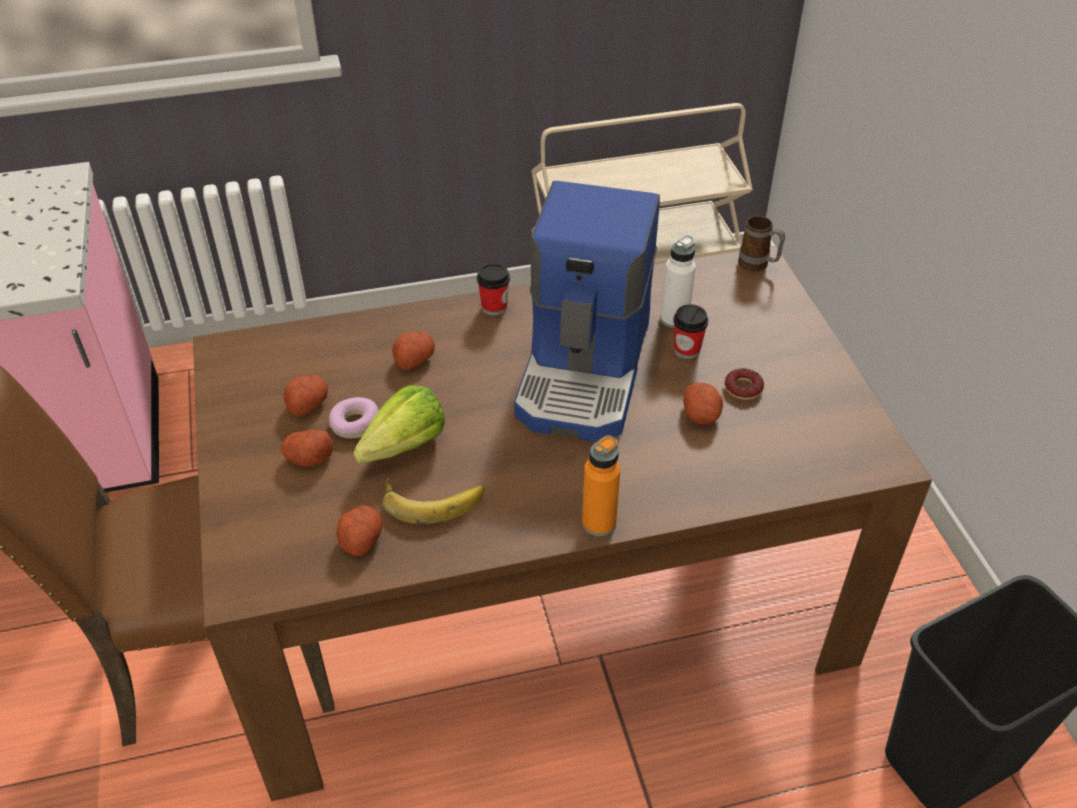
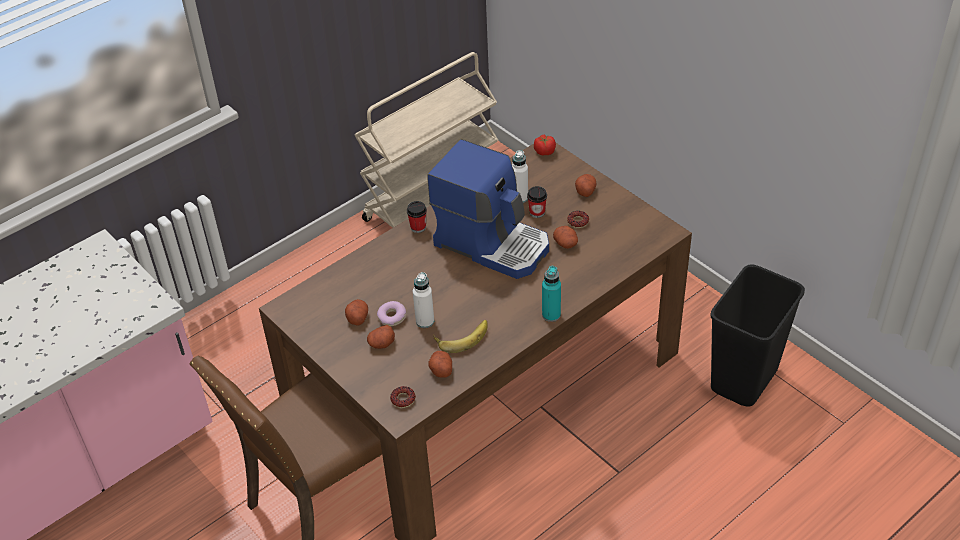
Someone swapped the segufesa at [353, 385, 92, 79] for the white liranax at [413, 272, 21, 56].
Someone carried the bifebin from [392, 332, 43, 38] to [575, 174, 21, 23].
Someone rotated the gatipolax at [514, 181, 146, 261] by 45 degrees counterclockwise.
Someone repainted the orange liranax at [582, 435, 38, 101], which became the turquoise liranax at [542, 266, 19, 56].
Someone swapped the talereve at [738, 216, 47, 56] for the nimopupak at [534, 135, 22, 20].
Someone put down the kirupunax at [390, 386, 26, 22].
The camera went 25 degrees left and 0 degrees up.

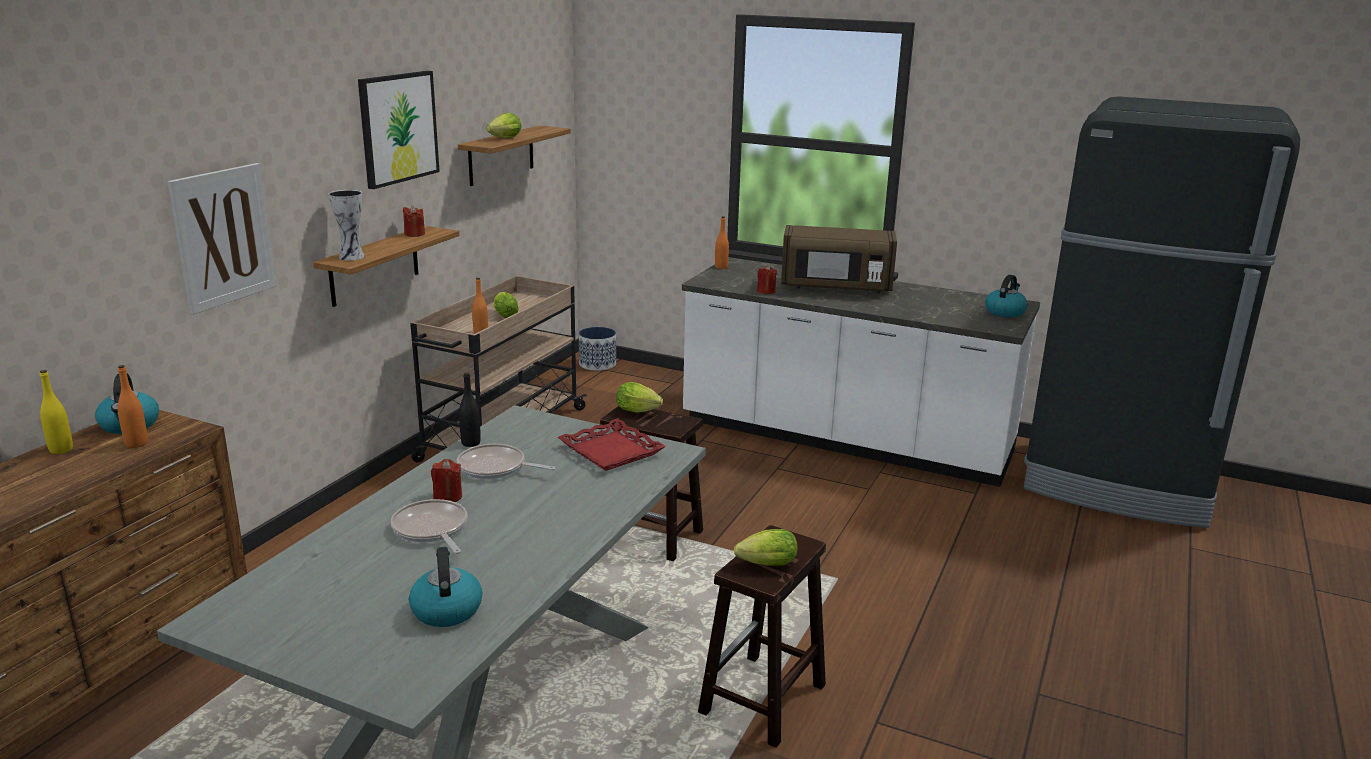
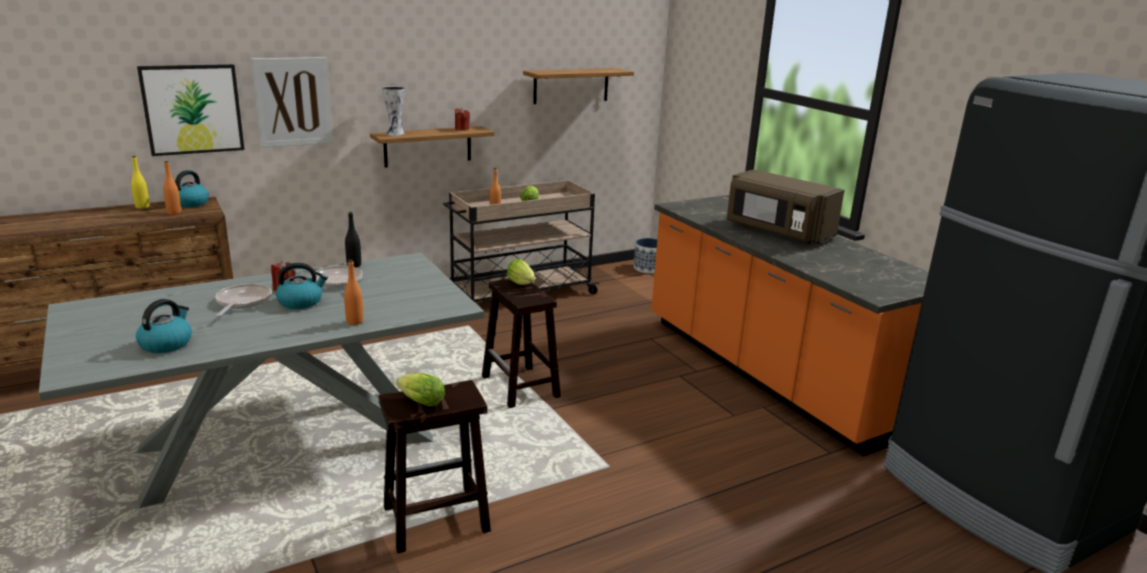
Someone carried the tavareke from [358, 71, 82, 118] to [137, 64, 108, 92].
Someone took away the segufesa at [487, 113, 35, 25].
Someone took away the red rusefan at [558, 418, 108, 53].
Someone repainted the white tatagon at [682, 257, 358, 230], which became the orange tatagon at [651, 195, 278, 261].
Someone carried the orange liranax from [715, 216, 14, 53] to [344, 260, 19, 65].
Someone took away the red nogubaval at [757, 265, 20, 29].
Someone carried the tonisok from [985, 275, 43, 43] to [276, 263, 52, 46].
The camera went 35 degrees right and 0 degrees up.

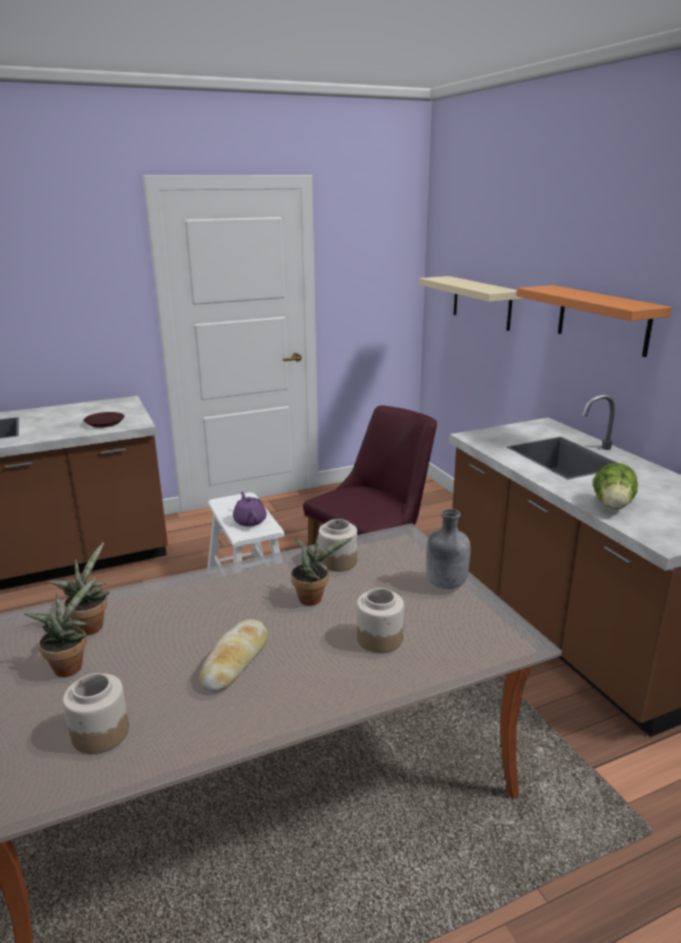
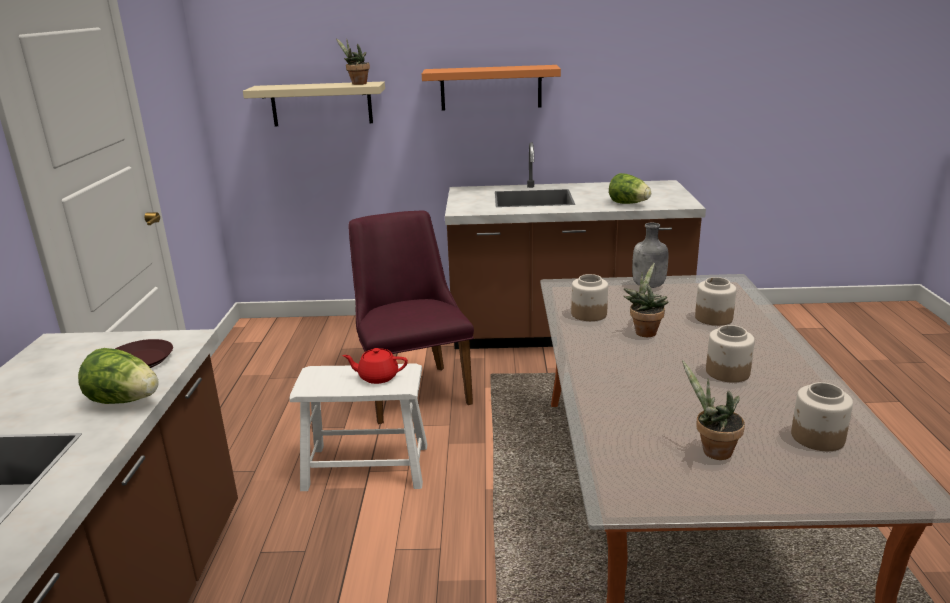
Someone carried the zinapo from [47, 542, 62, 93] to [336, 38, 34, 47].
Someone swapped the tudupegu at [199, 619, 69, 73] for the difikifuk at [706, 325, 49, 58].
Someone repainted the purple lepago at [233, 492, 34, 34], which became the red lepago at [342, 348, 66, 36].
Someone put down the segufesa at [78, 348, 81, 56].
The camera went 65 degrees left and 0 degrees up.

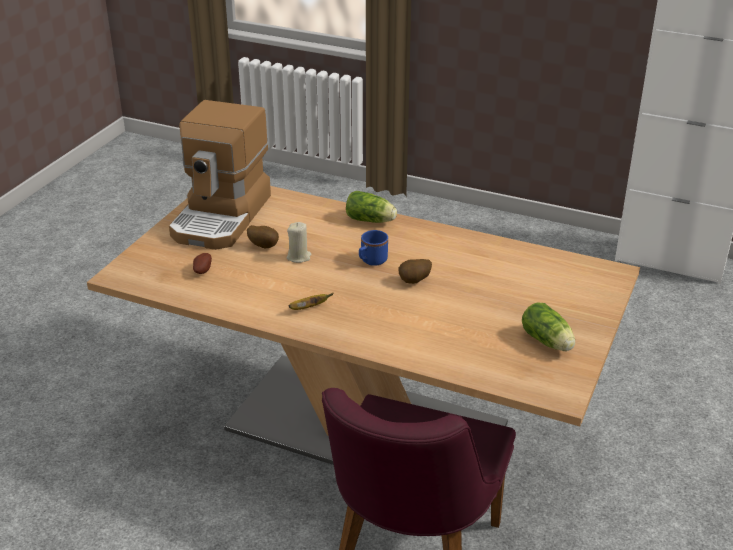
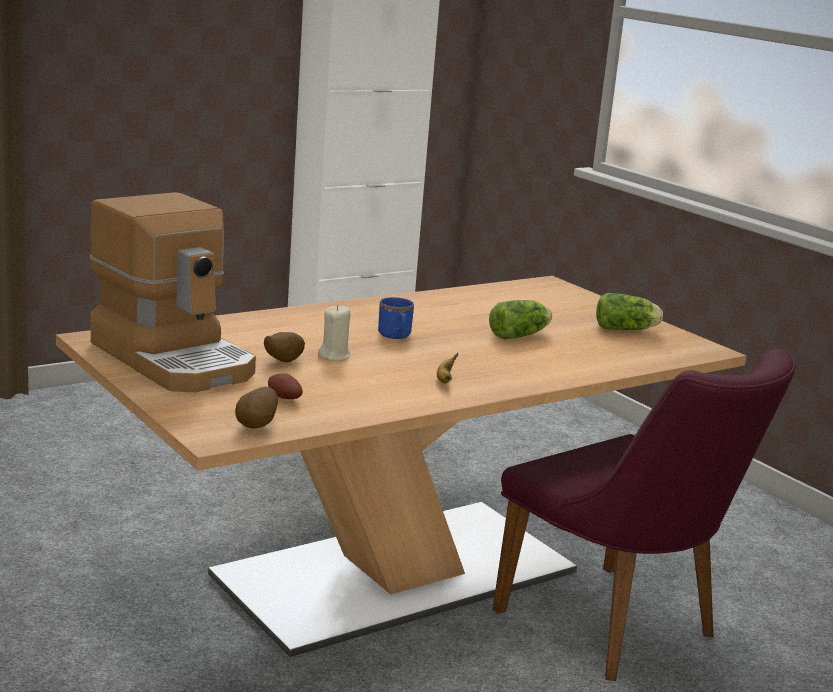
Someone carried the segufesa from [346, 191, 51, 32] to [489, 300, 63, 39].
Someone carried the bifebin from [398, 259, 34, 25] to [235, 387, 43, 42].
The camera went 60 degrees left and 15 degrees down.

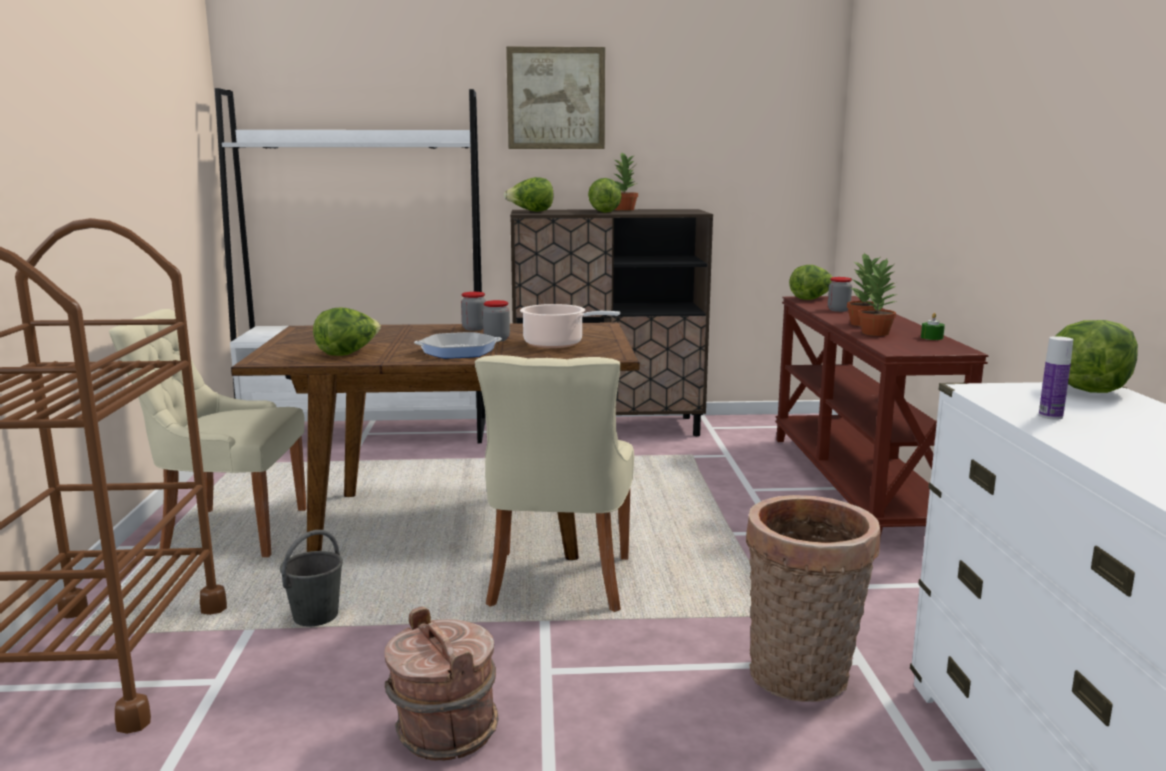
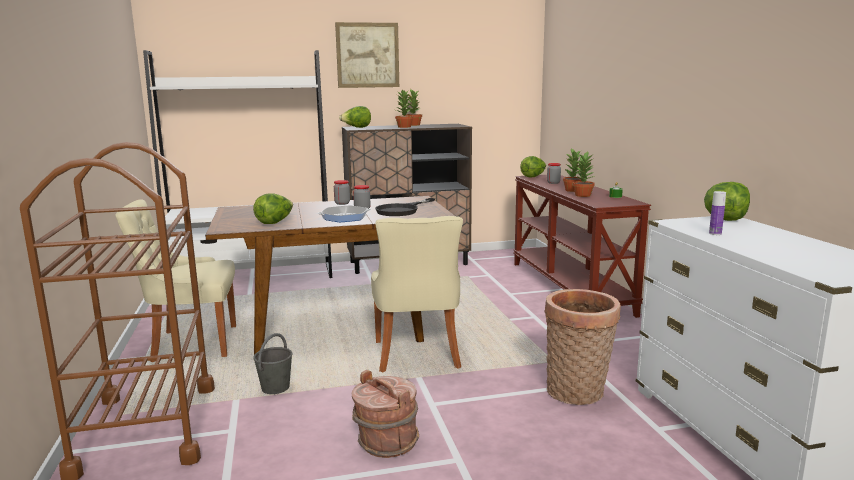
Someone swapped the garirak at [520, 304, 100, 44] for the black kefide at [375, 198, 60, 18].
Someone swapped the segufesa at [588, 178, 34, 35] for the zinapo at [395, 89, 18, 39].
The camera went 10 degrees left and 0 degrees up.

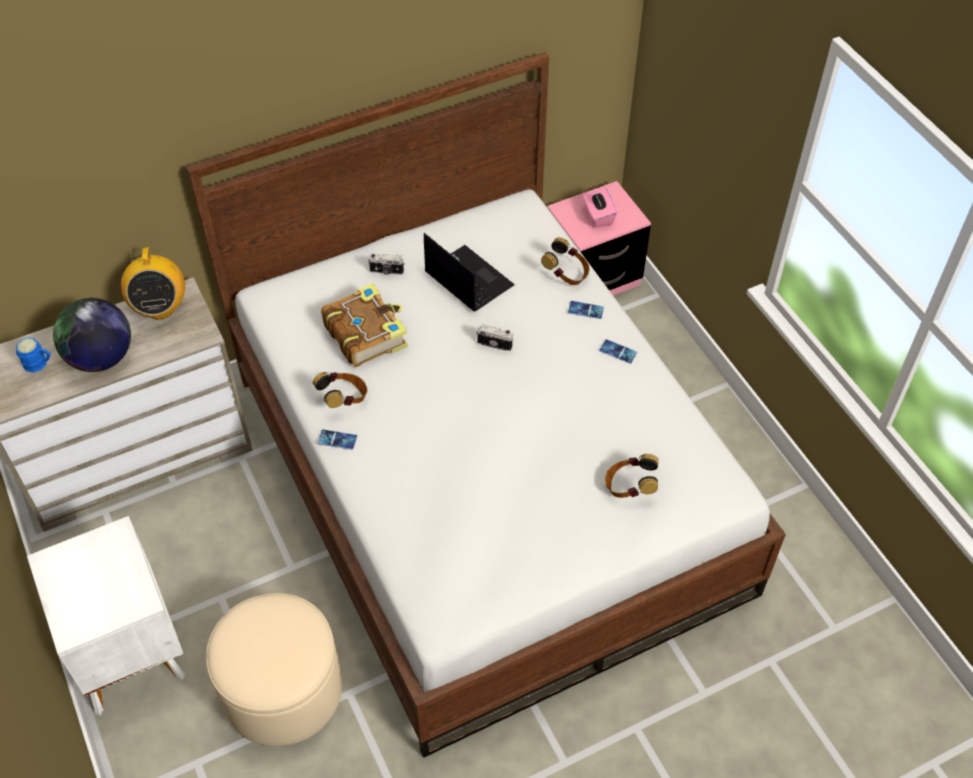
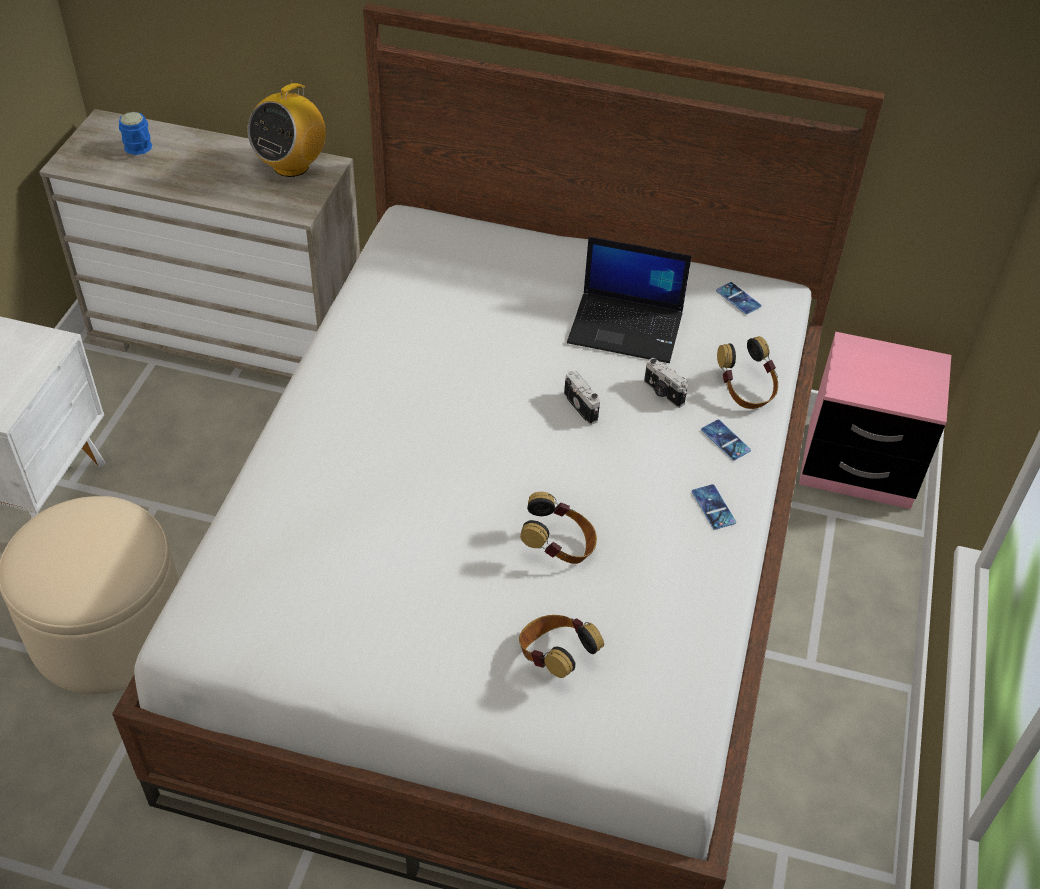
Someone took away the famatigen at [53, 298, 78, 74].
Someone carried the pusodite from [313, 372, 54, 36] to [520, 492, 77, 72].
Someone carried the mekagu from [318, 429, 39, 21] to [716, 282, 46, 32].
Someone took away the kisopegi at [321, 283, 87, 84].
Someone carried the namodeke from [368, 254, 36, 21] to [644, 358, 44, 50].
Someone rotated the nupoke at [424, 233, 91, 78] by 105 degrees clockwise.
Someone took away the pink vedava at [583, 186, 34, 41].
The camera went 40 degrees right and 5 degrees down.

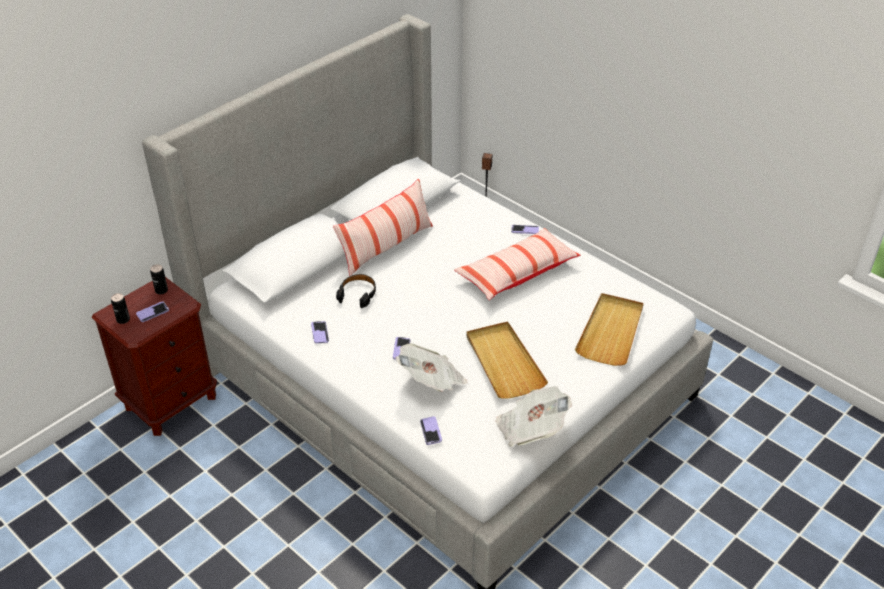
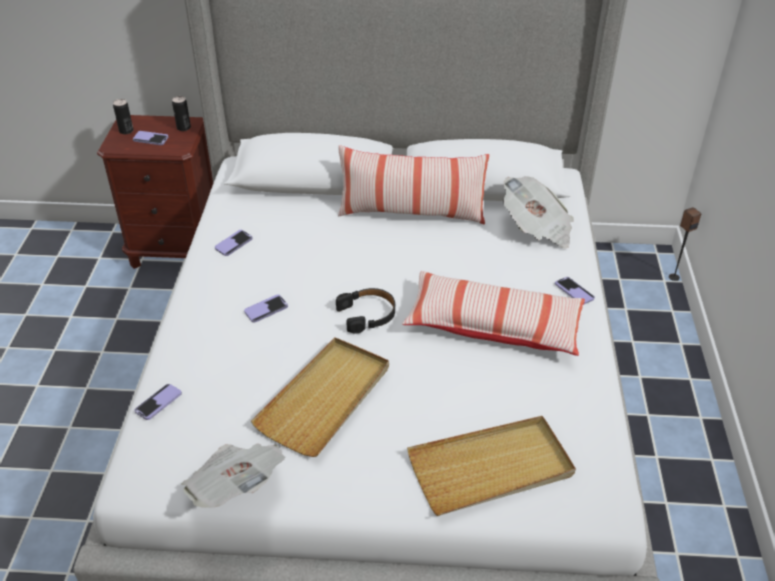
Someone carried the black pusodite from [336, 274, 40, 34] to [336, 288, 59, 46].
Someone carried the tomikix from [396, 343, 71, 48] to [503, 176, 71, 72].
The camera went 50 degrees right and 0 degrees up.

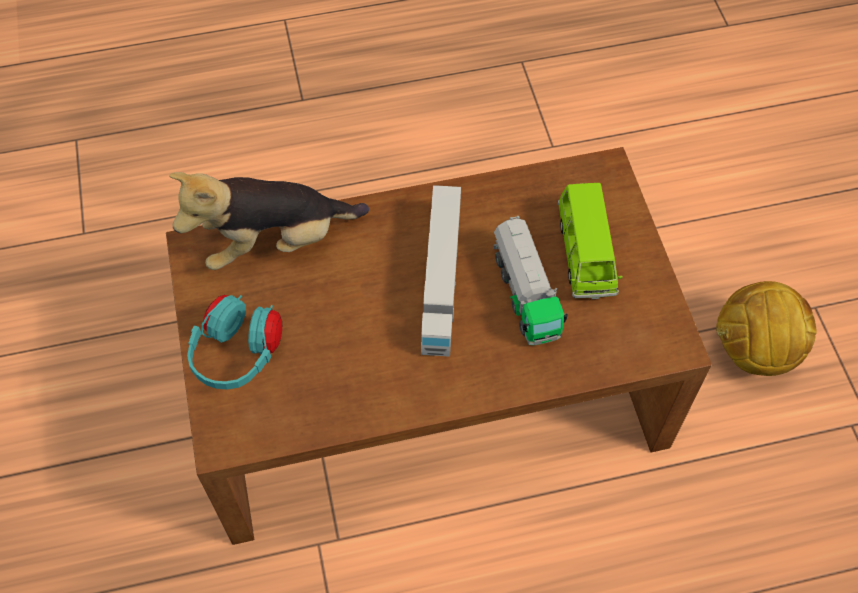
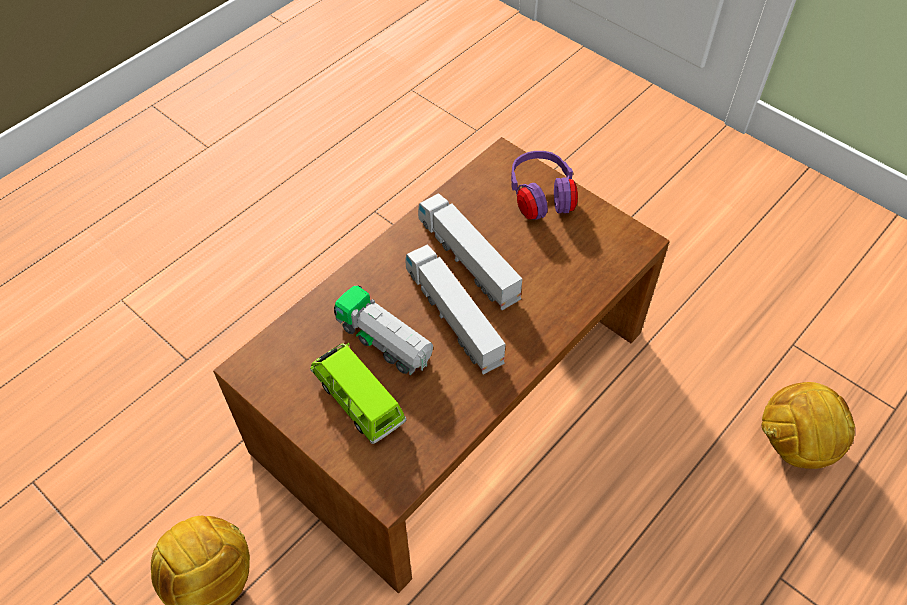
Someone took away the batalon at [169, 172, 200, 98].
Someone repainted the turquoise pusodite at [187, 295, 95, 95], which became the purple pusodite at [511, 151, 67, 69].
Someone put down the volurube at [418, 193, 104, 117].
Someone put down the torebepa at [762, 382, 93, 87].
The camera went 145 degrees right and 5 degrees down.

